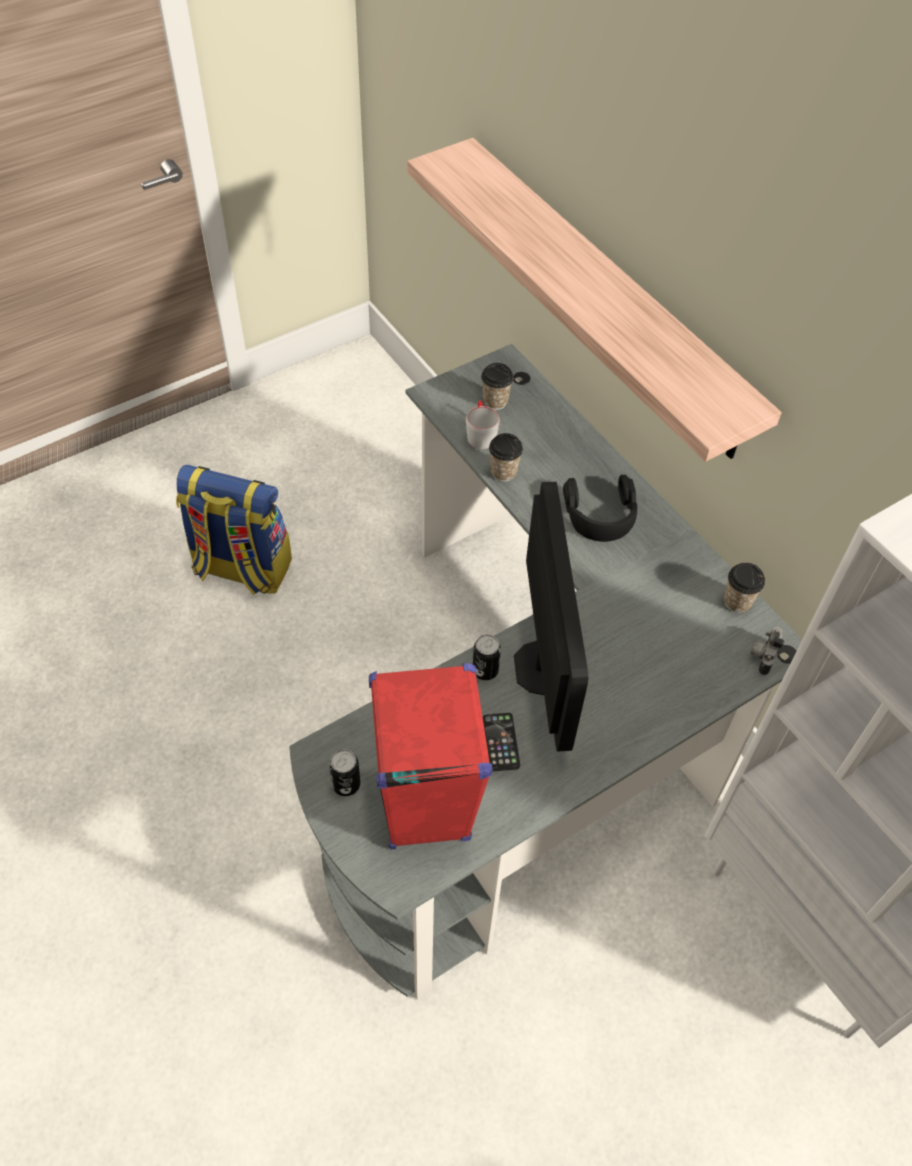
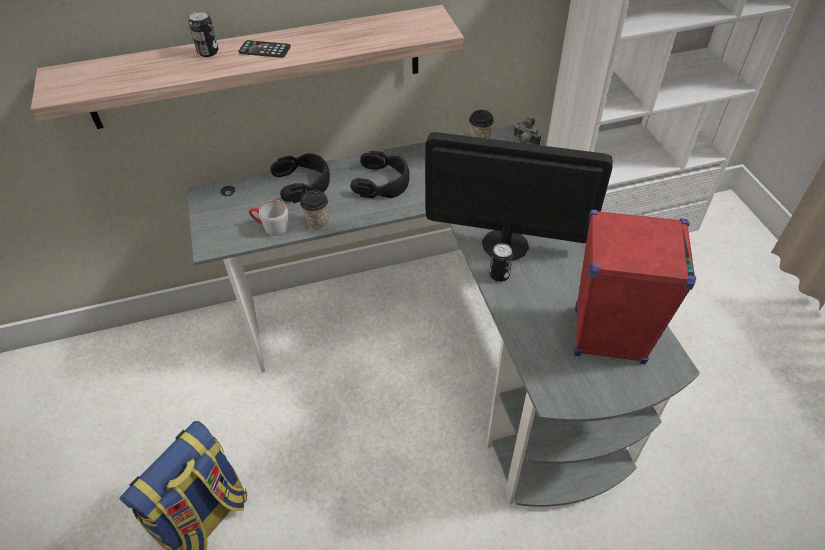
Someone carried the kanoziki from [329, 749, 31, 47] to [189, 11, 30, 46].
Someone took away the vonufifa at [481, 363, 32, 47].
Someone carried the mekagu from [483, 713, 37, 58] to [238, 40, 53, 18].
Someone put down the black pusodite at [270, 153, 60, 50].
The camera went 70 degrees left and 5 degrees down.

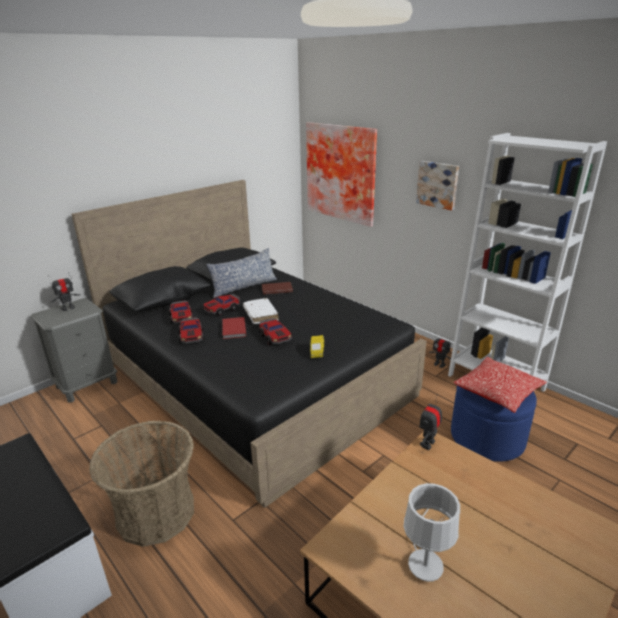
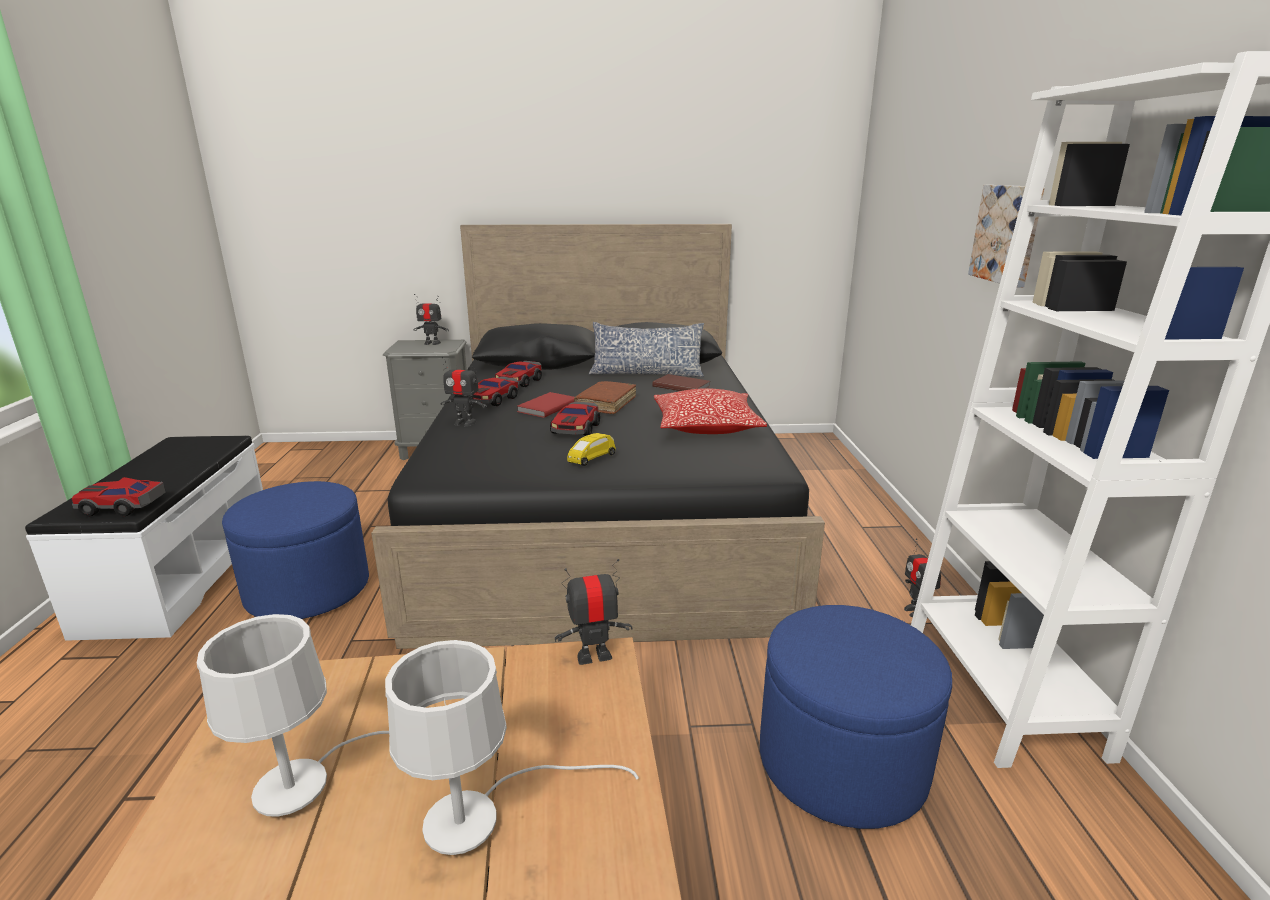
Someone swapped the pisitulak at [89, 421, 105, 126] for the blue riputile at [222, 481, 147, 138].
Someone carried the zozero from [203, 294, 37, 22] to [71, 477, 95, 39].
Someone repainted the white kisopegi at [243, 298, 36, 26], which became the brown kisopegi at [574, 381, 62, 33].
Someone took away the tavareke at [306, 122, 71, 105].
Someone carried the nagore from [453, 357, 94, 56] to [654, 388, 113, 46].
Someone put down the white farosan at [385, 640, 254, 215].
Someone put down the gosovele at [441, 357, 46, 70].
The camera went 40 degrees right and 5 degrees down.

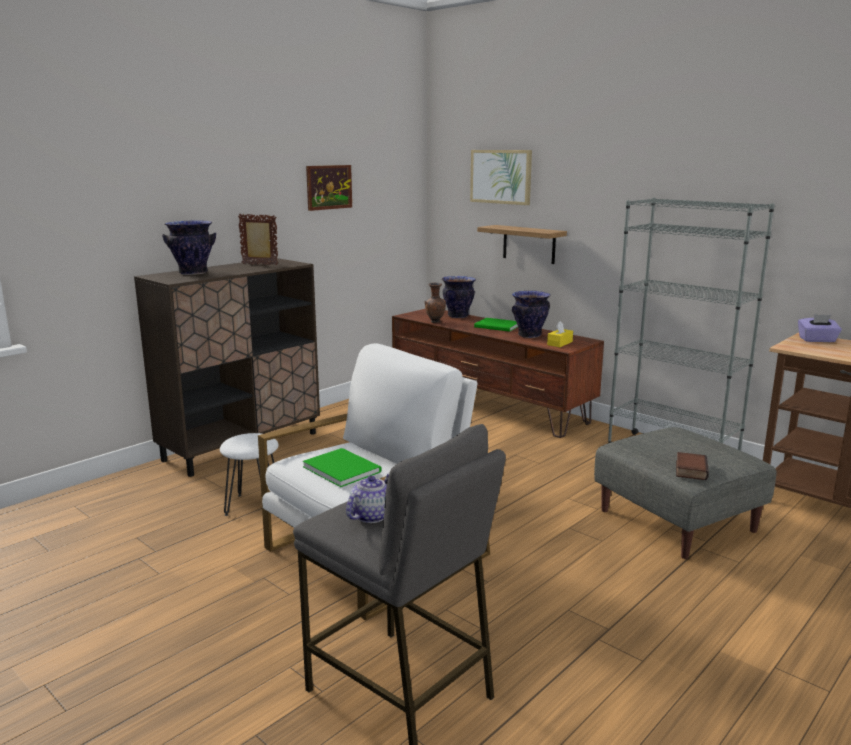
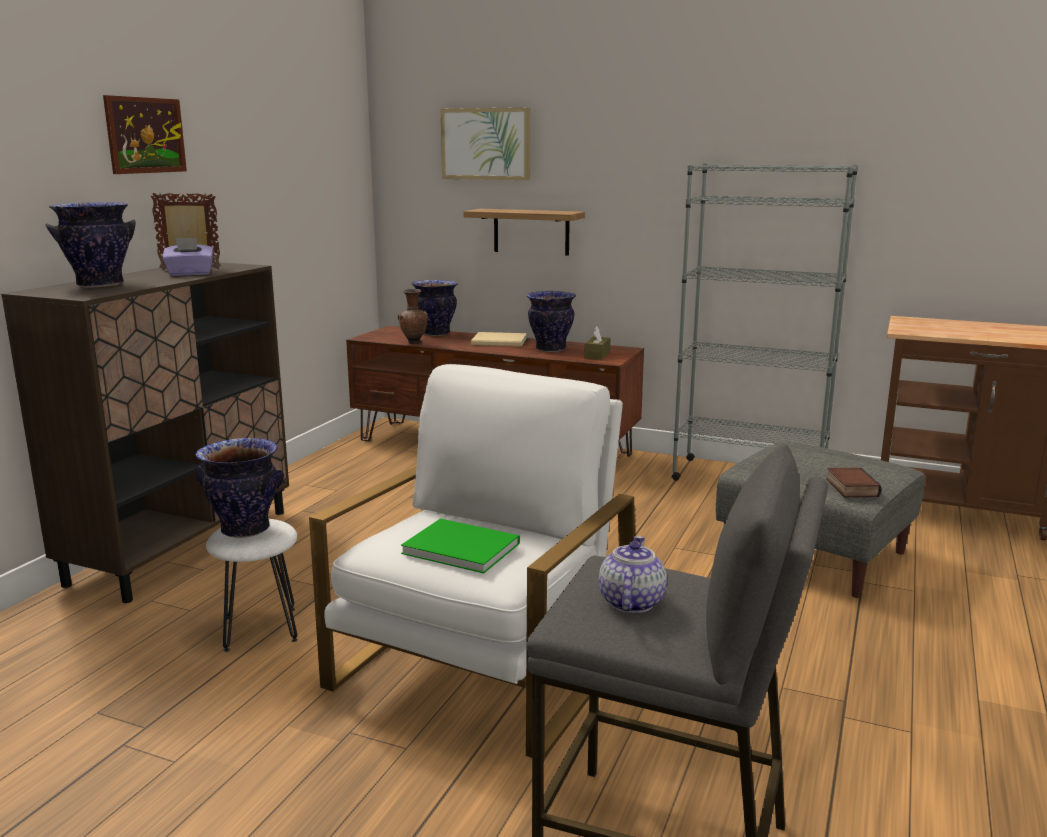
Someone carried the tavareke from [306, 165, 46, 46] to [103, 95, 84, 79].
Someone repainted the green kisopegi at [474, 318, 44, 14], which became the beige kisopegi at [471, 332, 56, 15].
Someone repainted the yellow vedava at [547, 321, 26, 26], which became the brown vedava at [584, 326, 26, 34].
Someone carried the purple vedava from [798, 314, 44, 28] to [162, 238, 52, 38].
Someone put down the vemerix at [196, 438, 88, 100].
The camera went 20 degrees left and 0 degrees up.

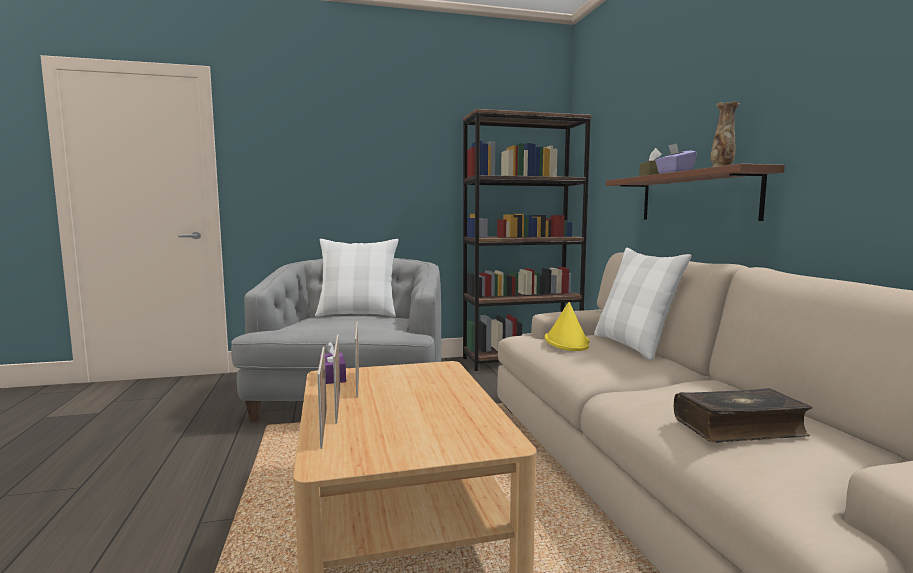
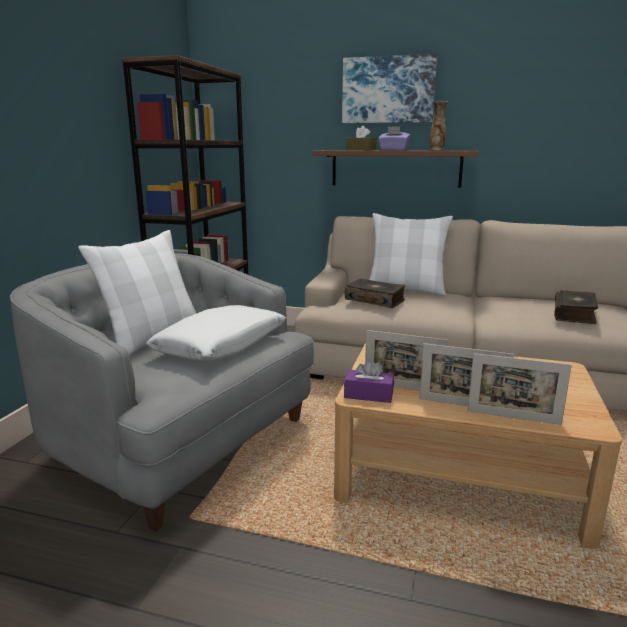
Someone swapped the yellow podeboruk at [544, 302, 46, 49] for the kisopegi at [345, 279, 60, 29].
Someone put down the white nagore at [146, 305, 140, 56].
Someone put up the tavareke at [342, 54, 95, 69].
The camera went 60 degrees left and 10 degrees up.

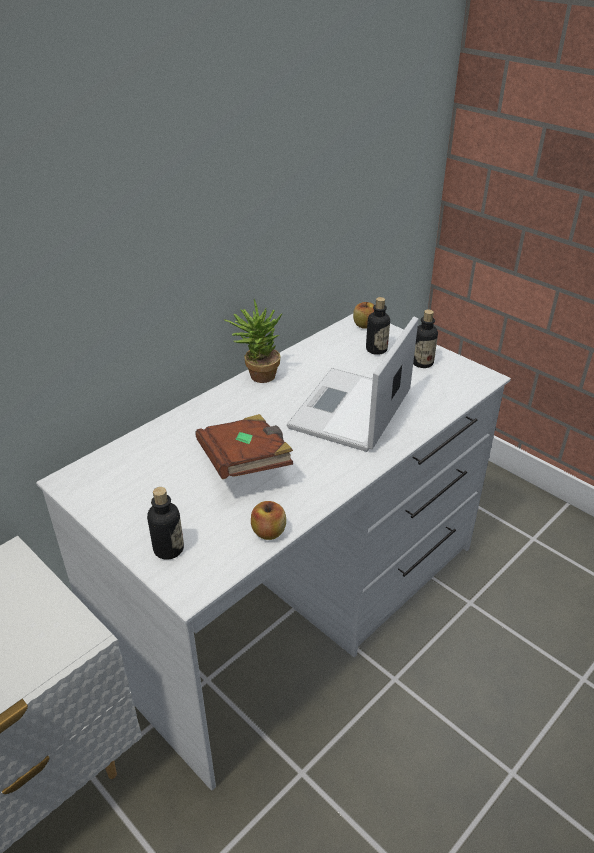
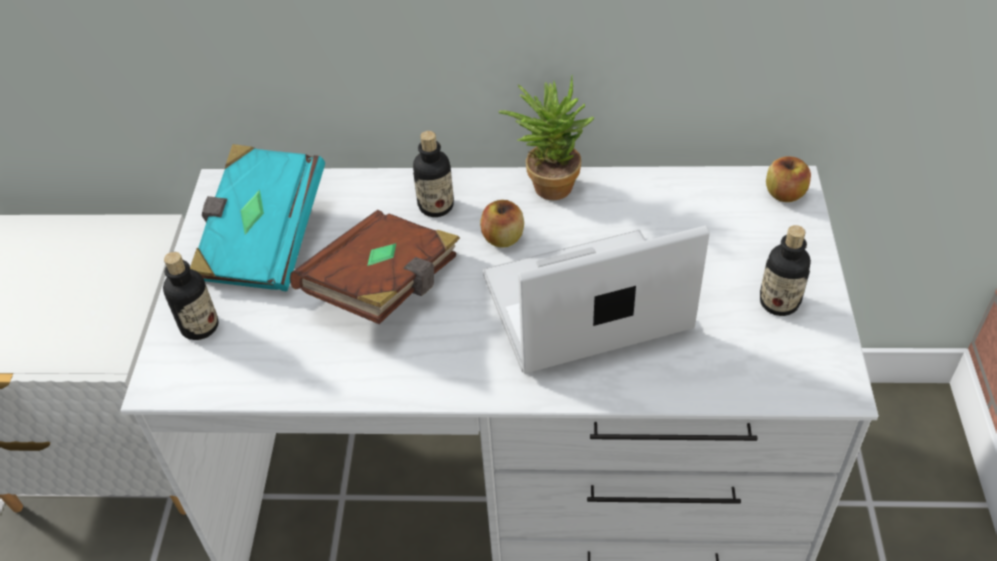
Someone carried the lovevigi from [251, 501, 35, 39] to [480, 200, 44, 48].
Someone carried the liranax from [366, 297, 24, 58] to [413, 131, 41, 86].
Someone put down the turquoise kisopegi at [190, 144, 135, 148].
The camera went 50 degrees right and 10 degrees up.

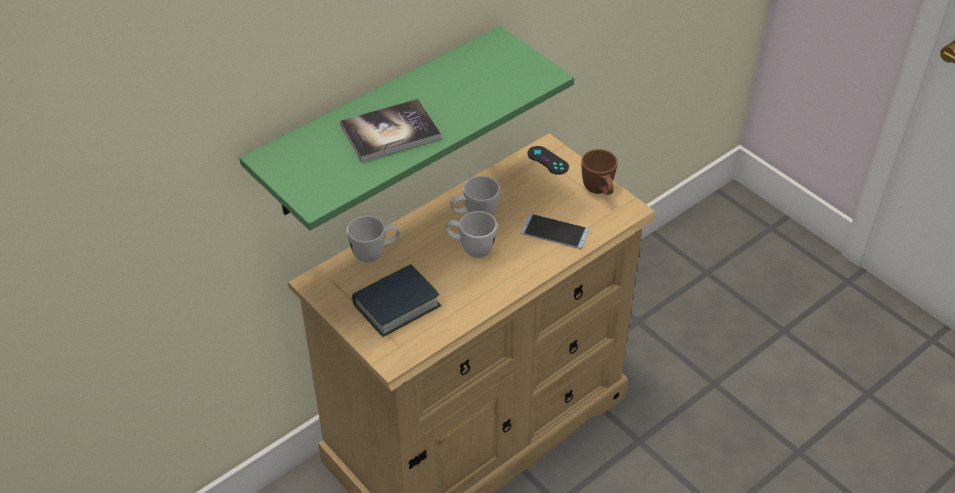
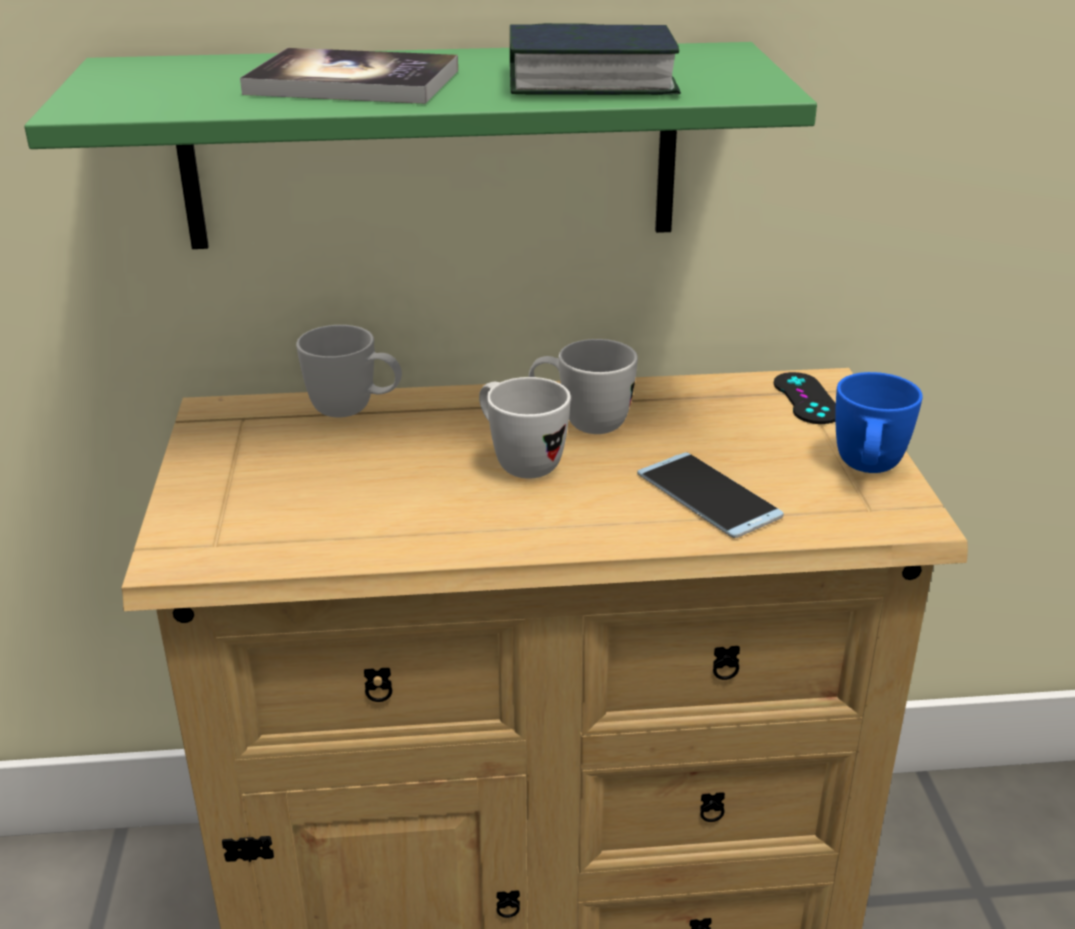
Someone carried the kisopegi from [352, 264, 89, 73] to [510, 23, 171, 72].
Someone repainted the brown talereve at [581, 149, 37, 46], which became the blue talereve at [835, 372, 88, 101].
The camera went 35 degrees right and 15 degrees down.

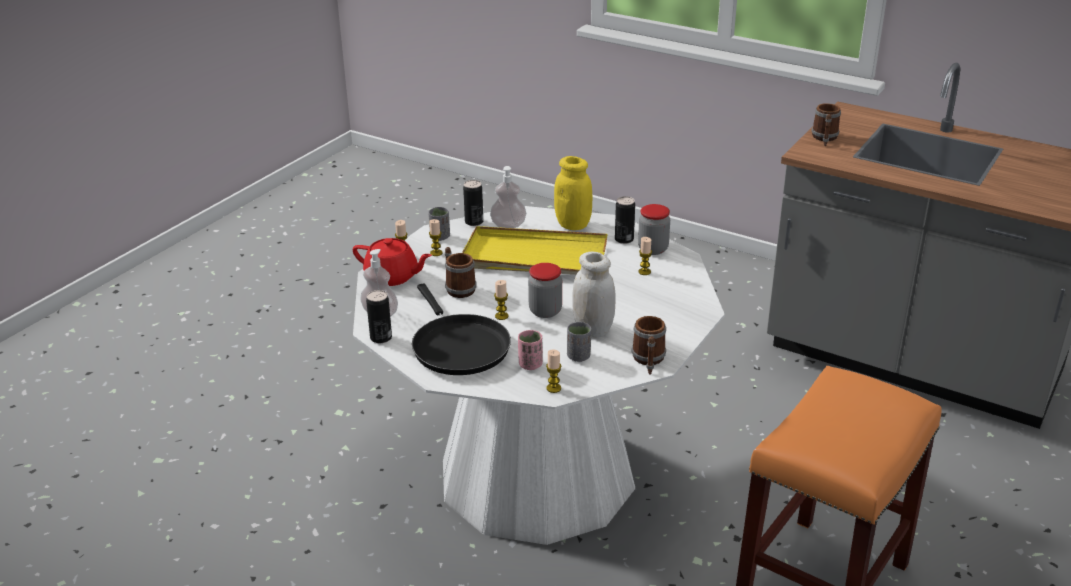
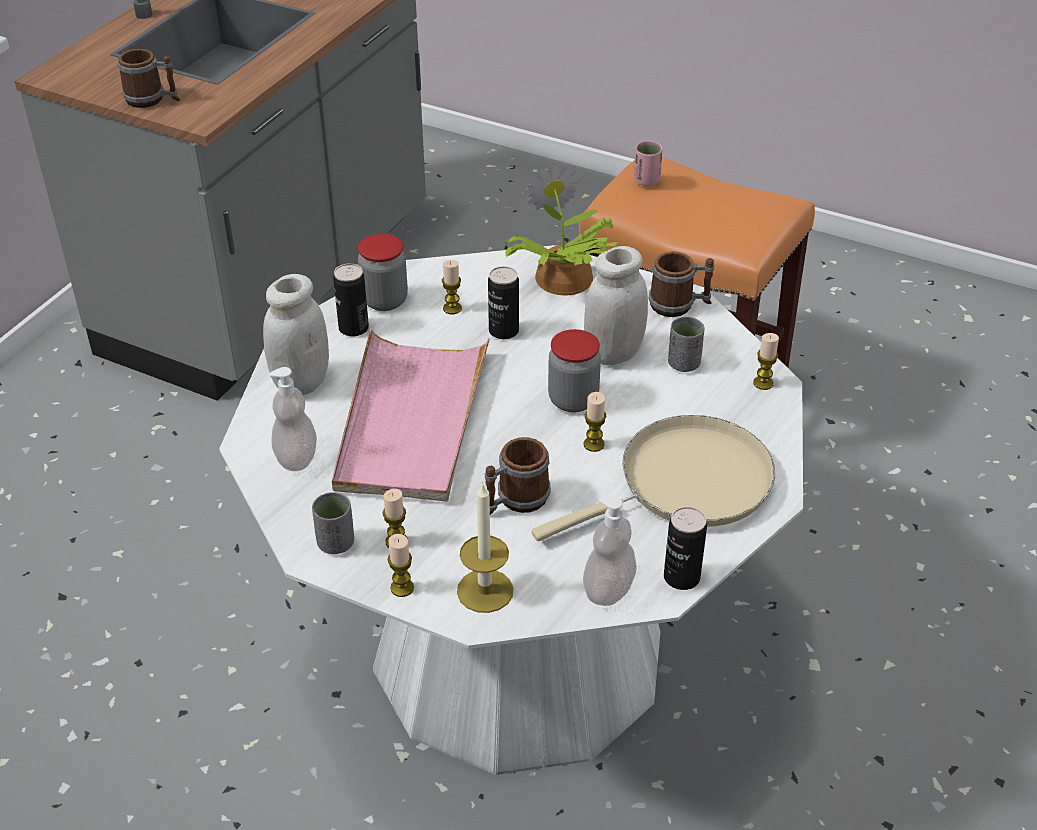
Someone swapped the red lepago at [353, 238, 79, 48] for the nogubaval at [457, 482, 56, 131].
Someone repainted the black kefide at [412, 283, 99, 92], which became the beige kefide at [531, 415, 244, 126].
Someone repainted the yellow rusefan at [462, 226, 145, 49], which became the pink rusefan at [332, 328, 158, 174].
Someone carried the kanoziki from [463, 180, 20, 46] to [488, 266, 31, 73].
Someone carried the pink vonufifa from [518, 330, 25, 40] to [634, 141, 28, 45].
Someone repainted the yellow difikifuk at [554, 156, 38, 74], which became the white difikifuk at [263, 274, 66, 121].
Someone put down the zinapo at [504, 163, 114, 132].
The camera went 95 degrees left and 10 degrees up.

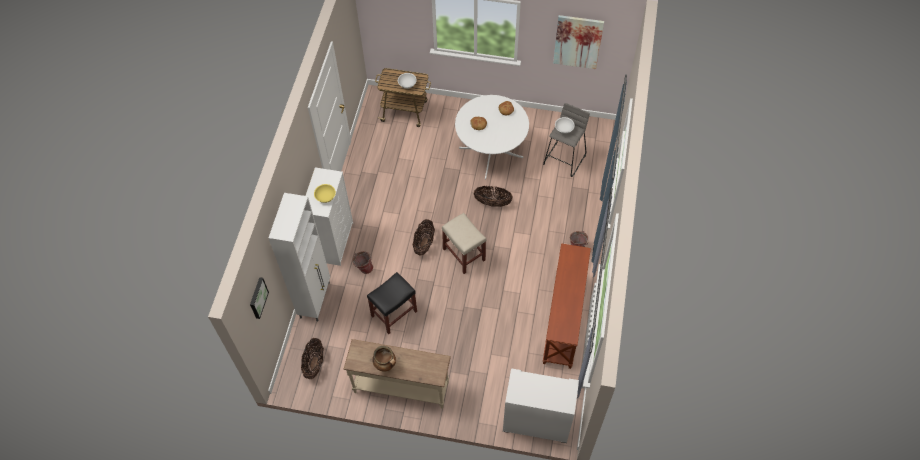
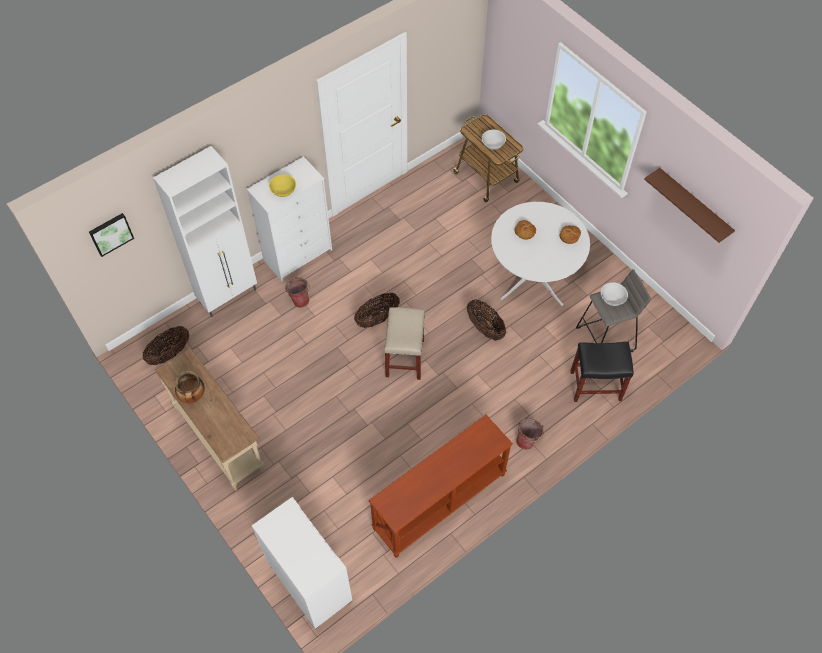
Someone carried the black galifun from [367, 272, 50, 62] to [570, 342, 64, 60].
Someone swapped the tavareke at [553, 15, 51, 54] for the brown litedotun at [644, 168, 91, 75].
The camera went 40 degrees right and 0 degrees up.

